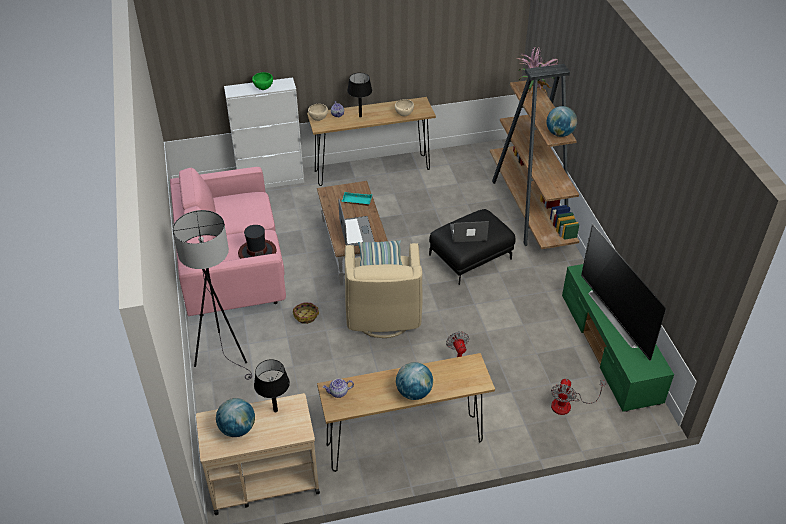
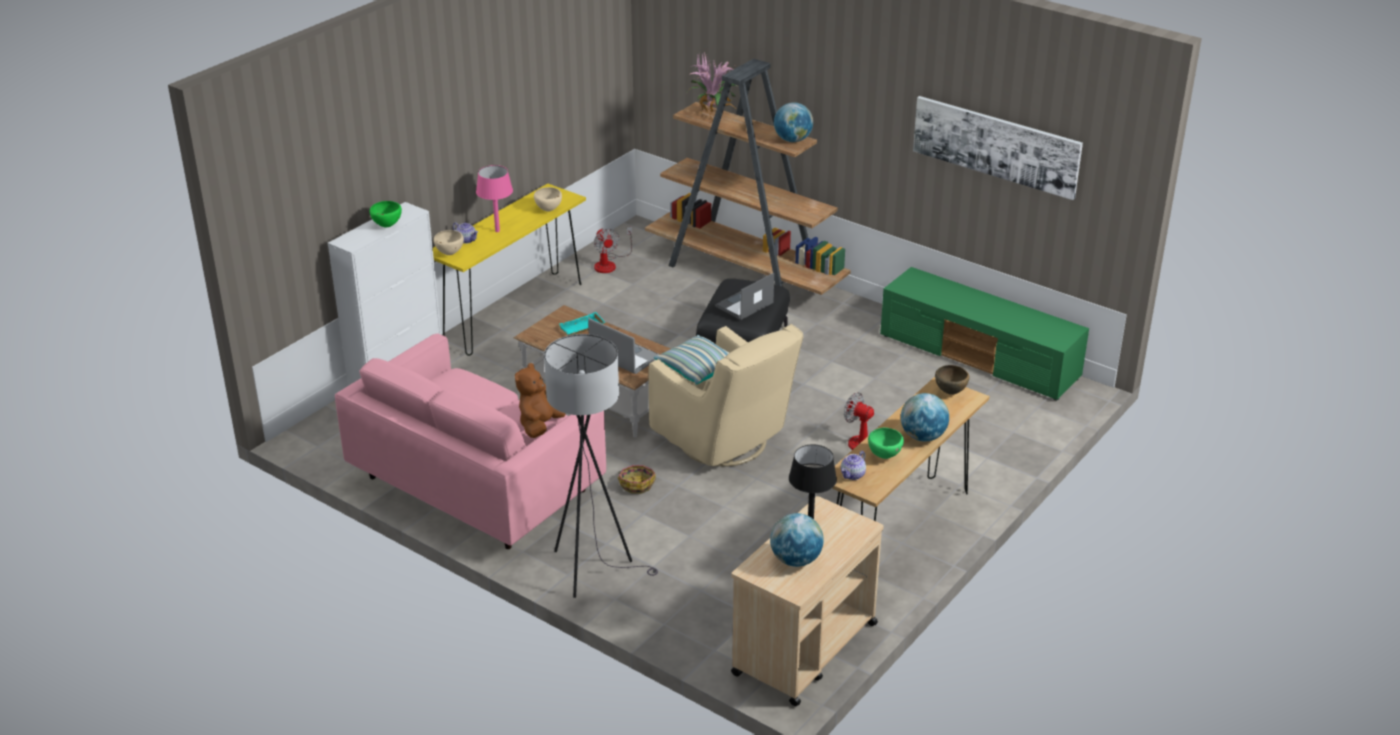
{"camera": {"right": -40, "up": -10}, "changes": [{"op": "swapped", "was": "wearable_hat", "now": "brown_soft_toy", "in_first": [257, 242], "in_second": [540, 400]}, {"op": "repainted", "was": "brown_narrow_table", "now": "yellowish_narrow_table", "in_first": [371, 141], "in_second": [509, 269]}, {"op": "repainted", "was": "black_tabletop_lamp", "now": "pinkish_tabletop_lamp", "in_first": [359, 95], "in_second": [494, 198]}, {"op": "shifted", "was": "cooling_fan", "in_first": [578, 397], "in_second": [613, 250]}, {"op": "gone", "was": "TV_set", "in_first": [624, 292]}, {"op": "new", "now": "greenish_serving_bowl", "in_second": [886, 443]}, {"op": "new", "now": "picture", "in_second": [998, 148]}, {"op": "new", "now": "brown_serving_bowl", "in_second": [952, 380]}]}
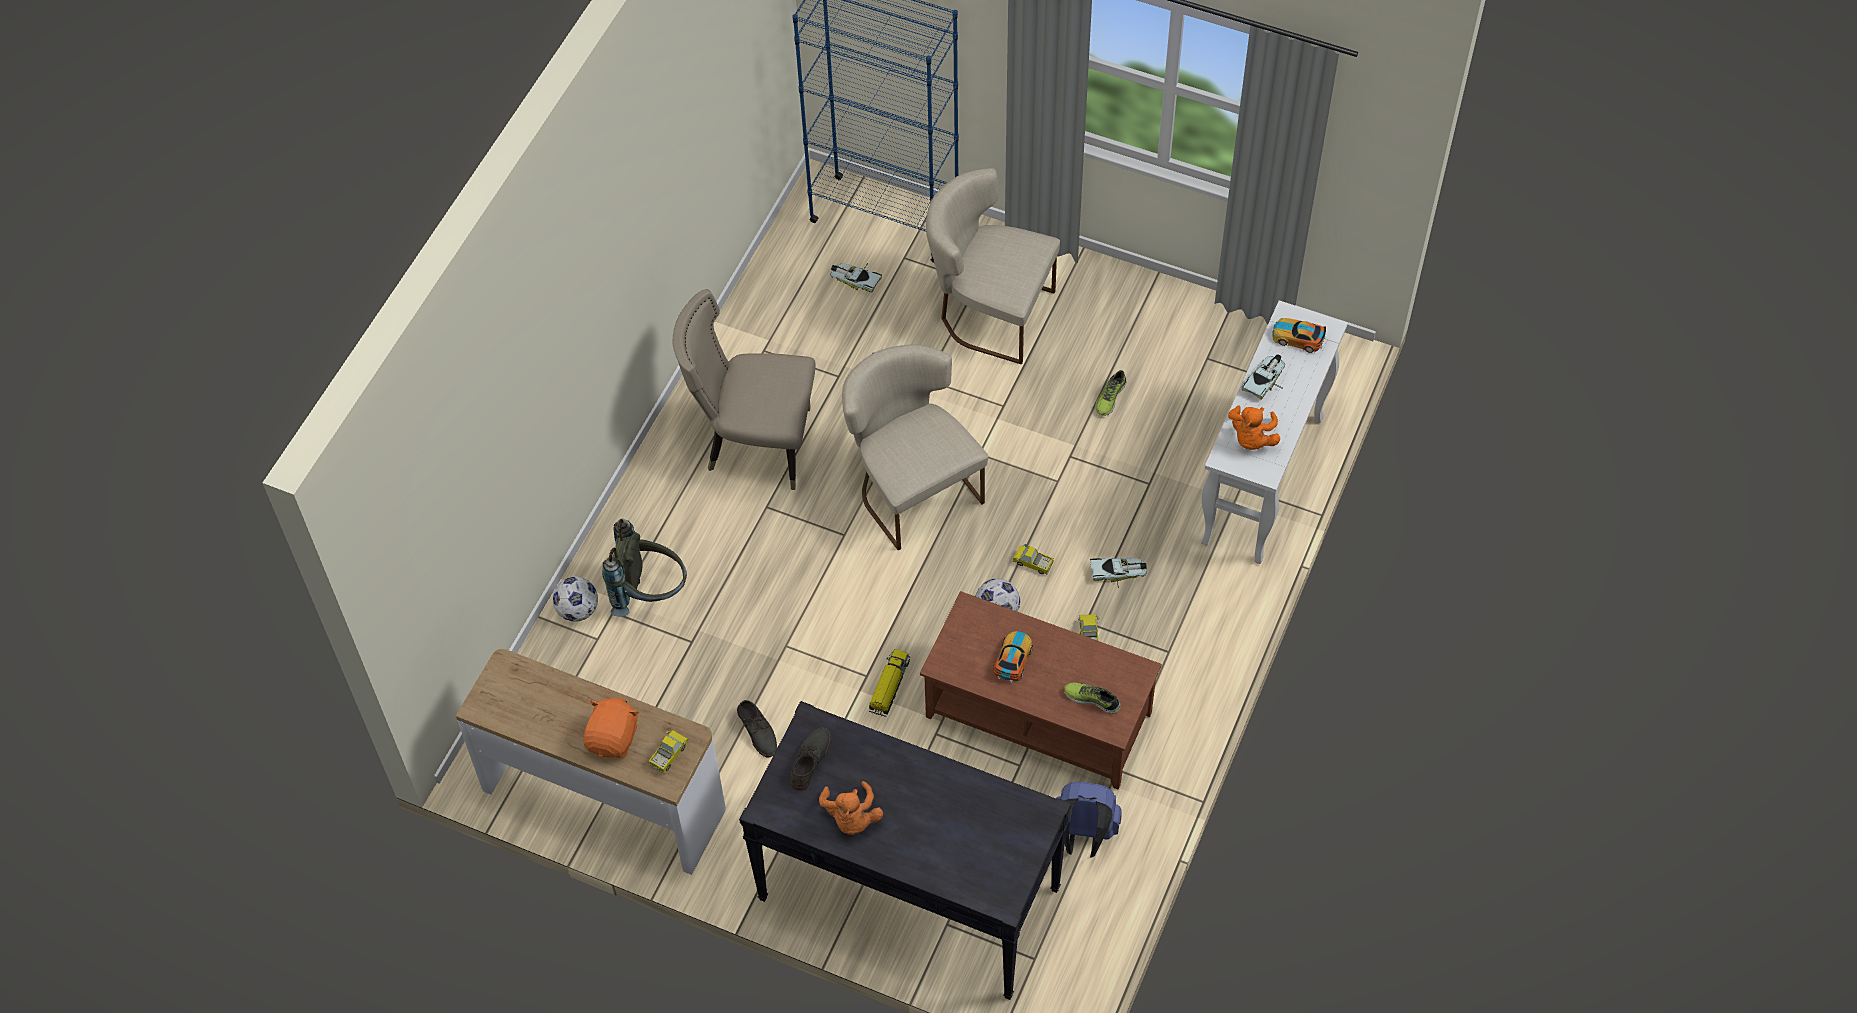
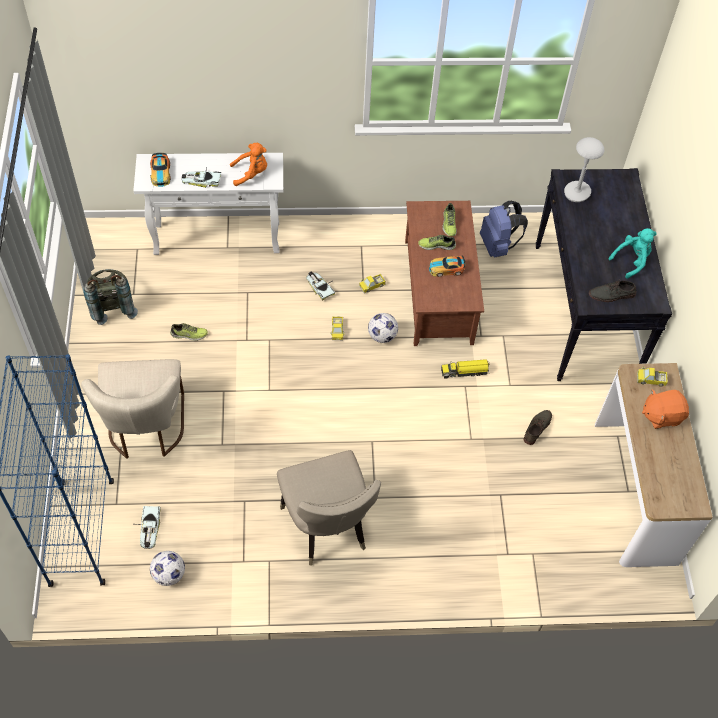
{"camera": {"right": -120, "up": 0}, "changes": [{"op": "shifted", "was": "ball_for_football", "in_first": [575, 599], "in_second": [167, 568]}, {"op": "shifted", "was": "greyish_rucksack", "in_first": [644, 567], "in_second": [110, 297]}, {"op": "repainted", "was": "orange_soft_toy", "now": "turquoise_soft_toy", "in_first": [851, 808], "in_second": [633, 253]}, {"op": "gone", "was": "sand-coloured_chair", "in_first": [915, 448]}, {"op": "new", "now": "shoe", "in_second": [437, 242]}, {"op": "new", "now": "greyish_tabletop_lamp", "in_second": [584, 169]}]}
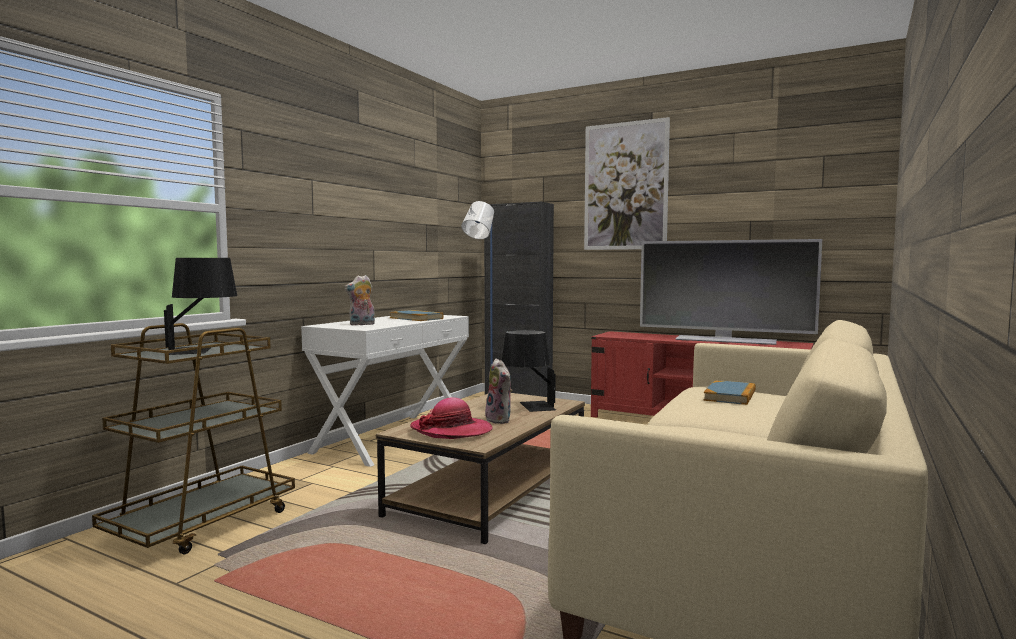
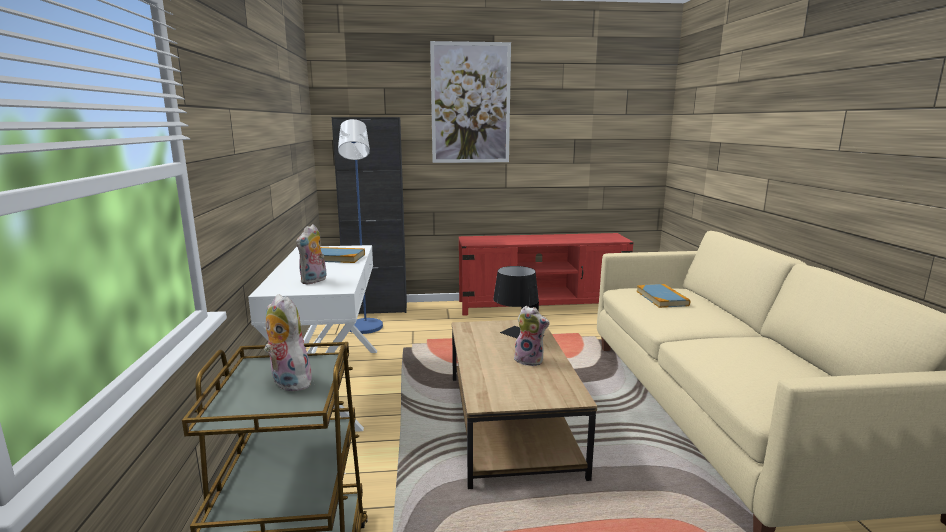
{"camera": {"right": -35, "up": 10}, "changes": [{"op": "swapped", "was": "black_tabletop_lamp", "now": "soft_toy", "in_first": [200, 306], "in_second": [288, 342]}, {"op": "gone", "was": "wearable_hat", "in_first": [451, 418]}, {"op": "gone", "was": "TV_set", "in_first": [731, 292]}]}
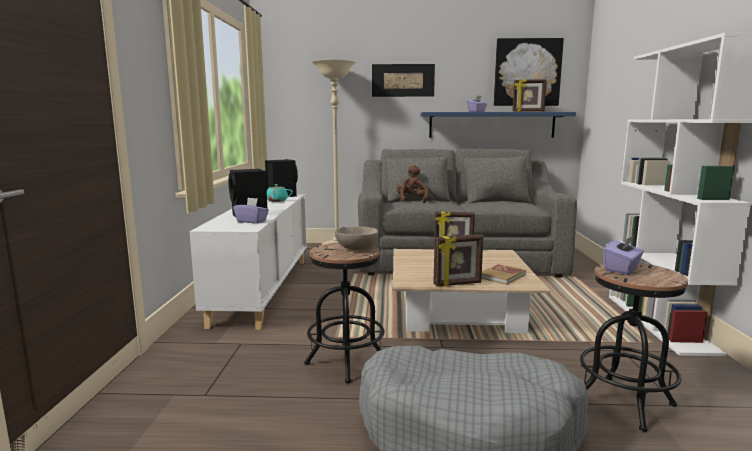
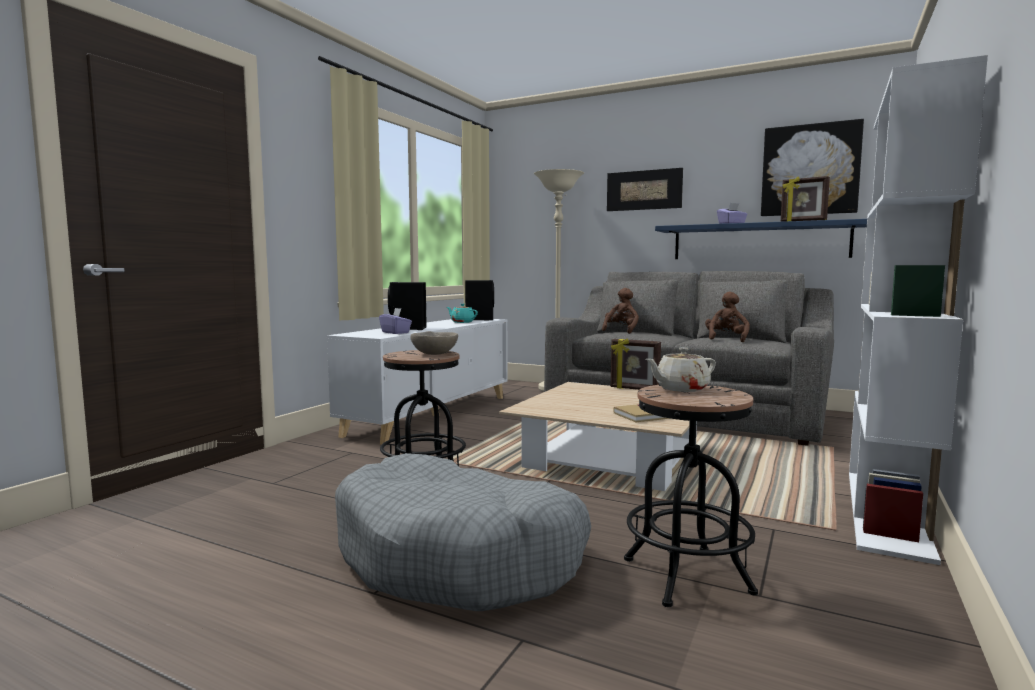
{"camera": {"right": 25, "up": -5}, "changes": [{"op": "gone", "was": "standing_frame", "in_first": [458, 260]}, {"op": "swapped", "was": "purplish_tissue_holder", "now": "sand-coloured_pot_for_tea", "in_first": [623, 255], "in_second": [681, 369]}, {"op": "new", "now": "brown_soft_toy", "in_second": [727, 317]}]}
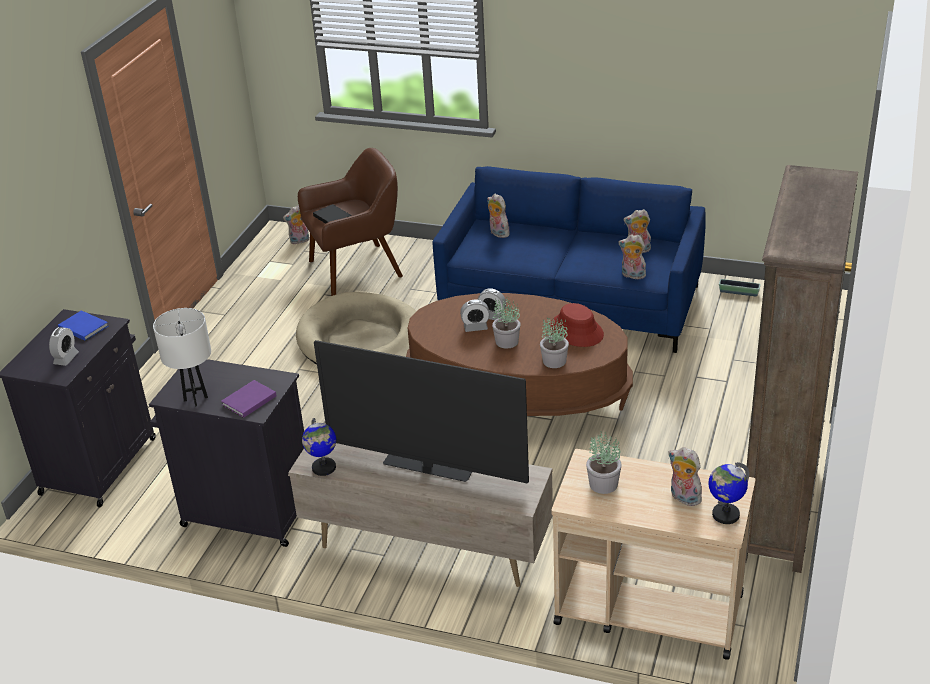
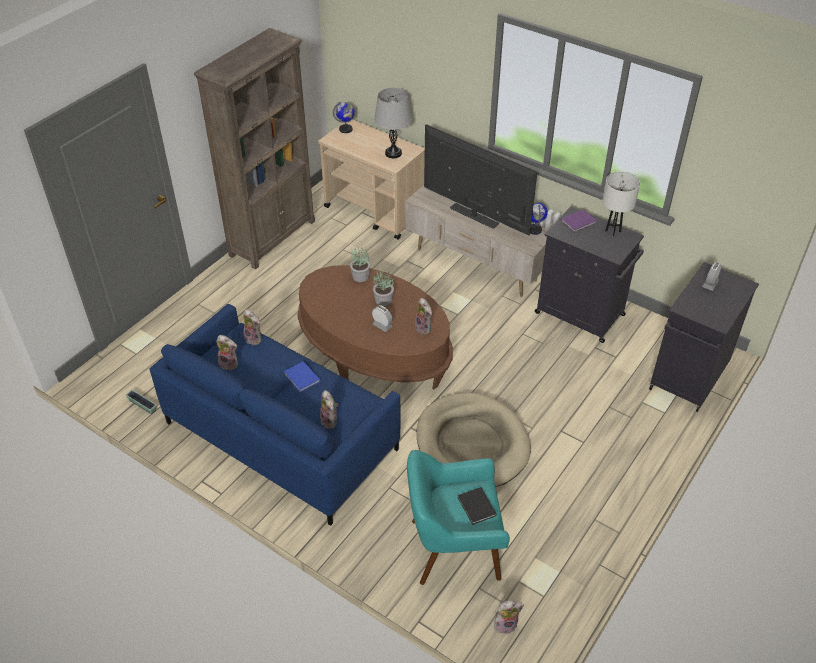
{"camera": {"right": -165, "up": 10}, "changes": [{"op": "shifted", "was": "blue-coloured_book", "in_first": [83, 325], "in_second": [302, 376]}, {"op": "repainted", "was": "brown_easy_chair", "now": "turquoise_easy_chair", "in_first": [350, 222], "in_second": [458, 517]}, {"op": "gone", "was": "alarm_clock", "in_first": [475, 316]}, {"op": "gone", "was": "red_wearable_hat", "in_first": [577, 325]}, {"op": "swapped", "was": "plant_in_a_pot", "now": "greyish_tabletop_lamp", "in_first": [603, 462], "in_second": [393, 123]}, {"op": "shifted", "was": "soft_toy", "in_first": [687, 476], "in_second": [423, 316]}]}
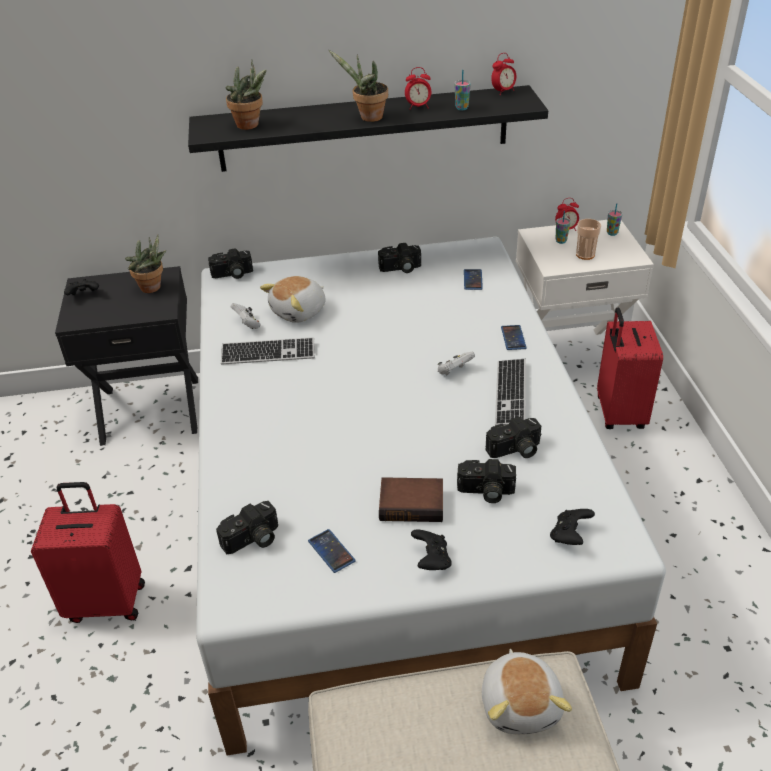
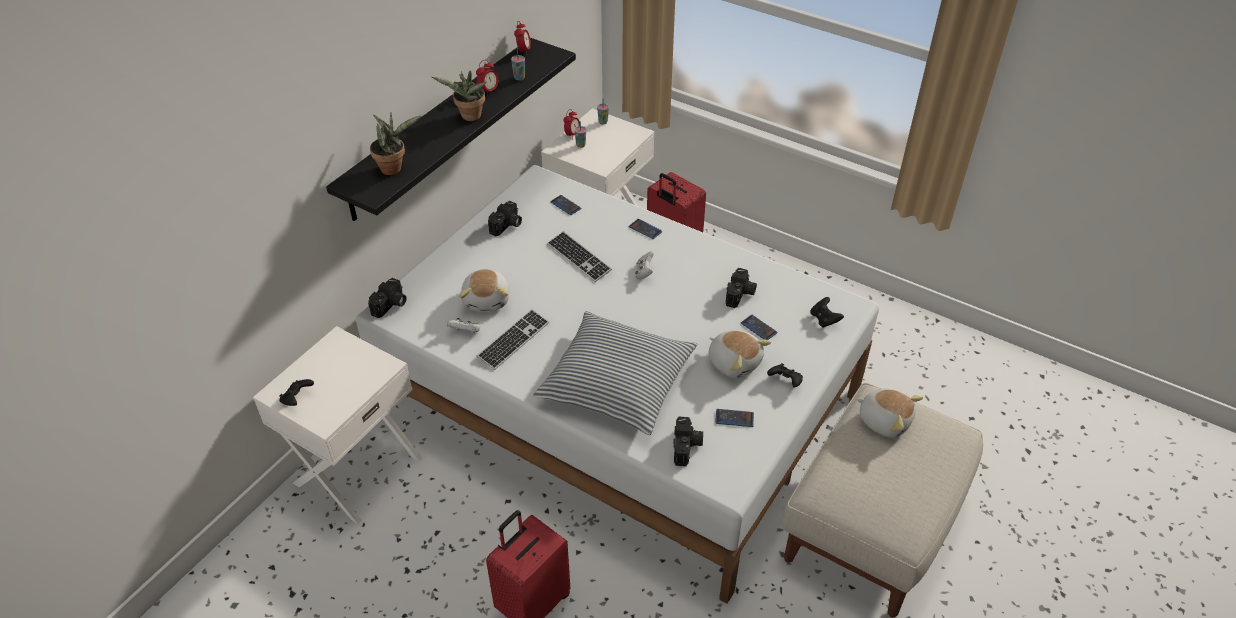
{"camera": {"right": -50, "up": 5}, "changes": [{"op": "repainted", "was": "black_bedside_table", "now": "whitish_bedside_table", "in_first": [126, 356], "in_second": [337, 425]}, {"op": "gone", "was": "plant_in_a_pot", "in_first": [146, 264]}, {"op": "swapped", "was": "book", "now": "soft_toy", "in_first": [411, 499], "in_second": [739, 354]}, {"op": "swapped", "was": "photo_camera", "now": "telephone", "in_first": [486, 481], "in_second": [759, 327]}, {"op": "shifted", "was": "PC_keyboard", "in_first": [510, 392], "in_second": [579, 256]}, {"op": "gone", "was": "small_cup", "in_first": [588, 239]}, {"op": "new", "now": "cushion", "in_second": [615, 373]}]}
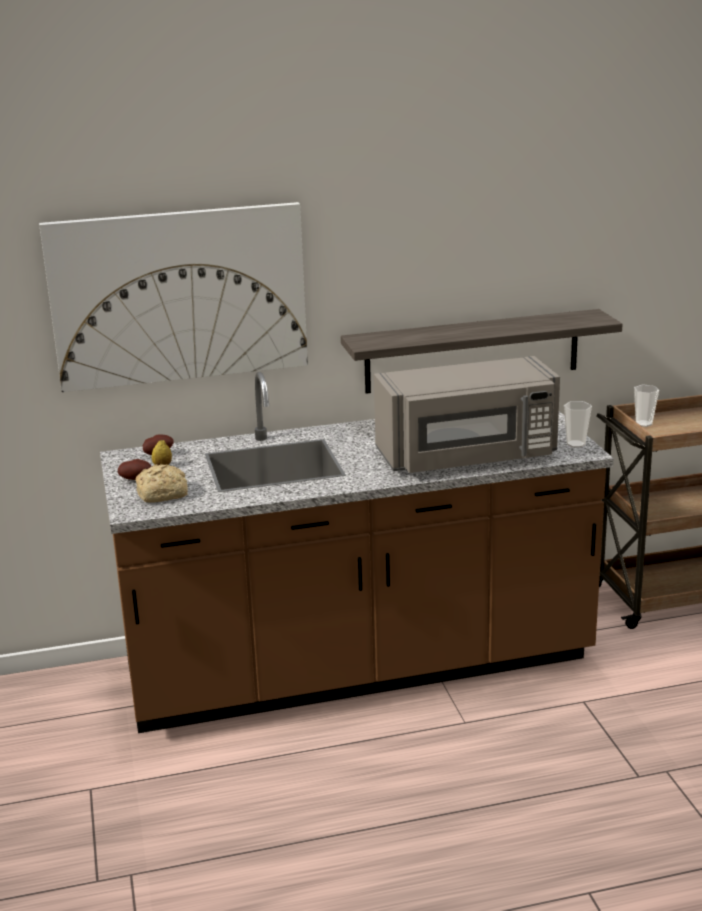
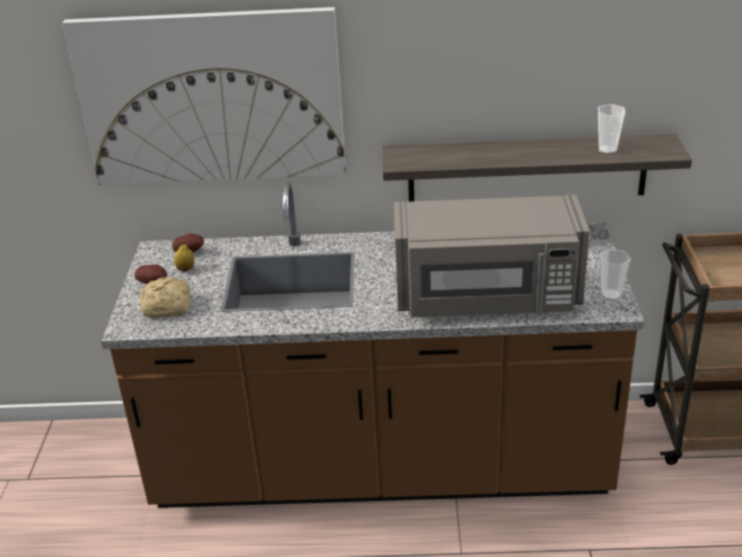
{"camera": {"right": 15, "up": 10}, "changes": [{"op": "shifted", "was": "small_cup", "in_first": [646, 406], "in_second": [611, 129]}]}
